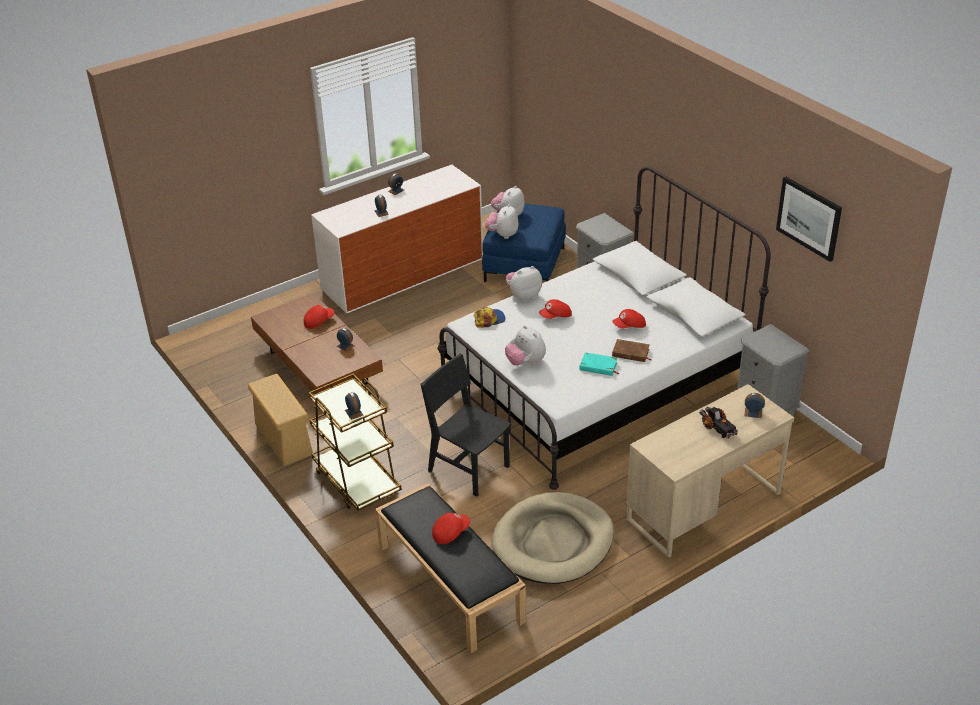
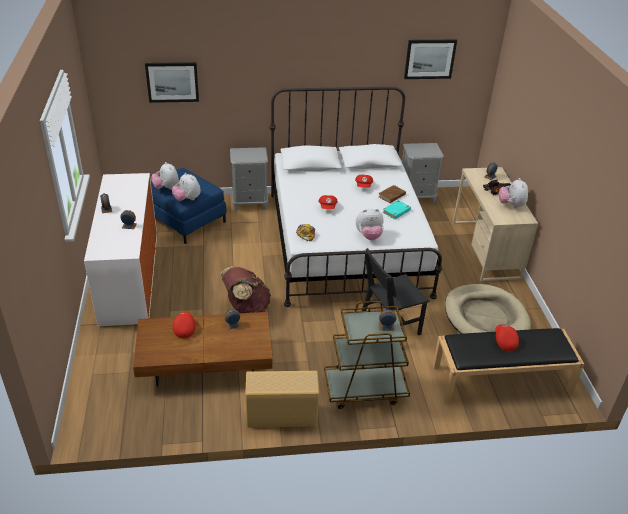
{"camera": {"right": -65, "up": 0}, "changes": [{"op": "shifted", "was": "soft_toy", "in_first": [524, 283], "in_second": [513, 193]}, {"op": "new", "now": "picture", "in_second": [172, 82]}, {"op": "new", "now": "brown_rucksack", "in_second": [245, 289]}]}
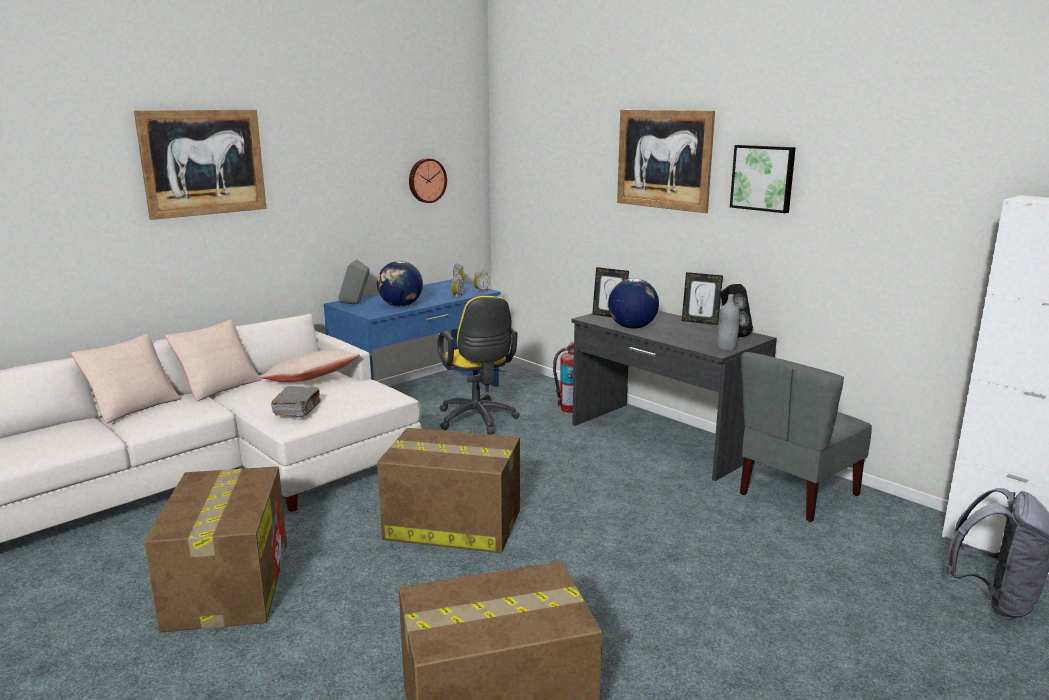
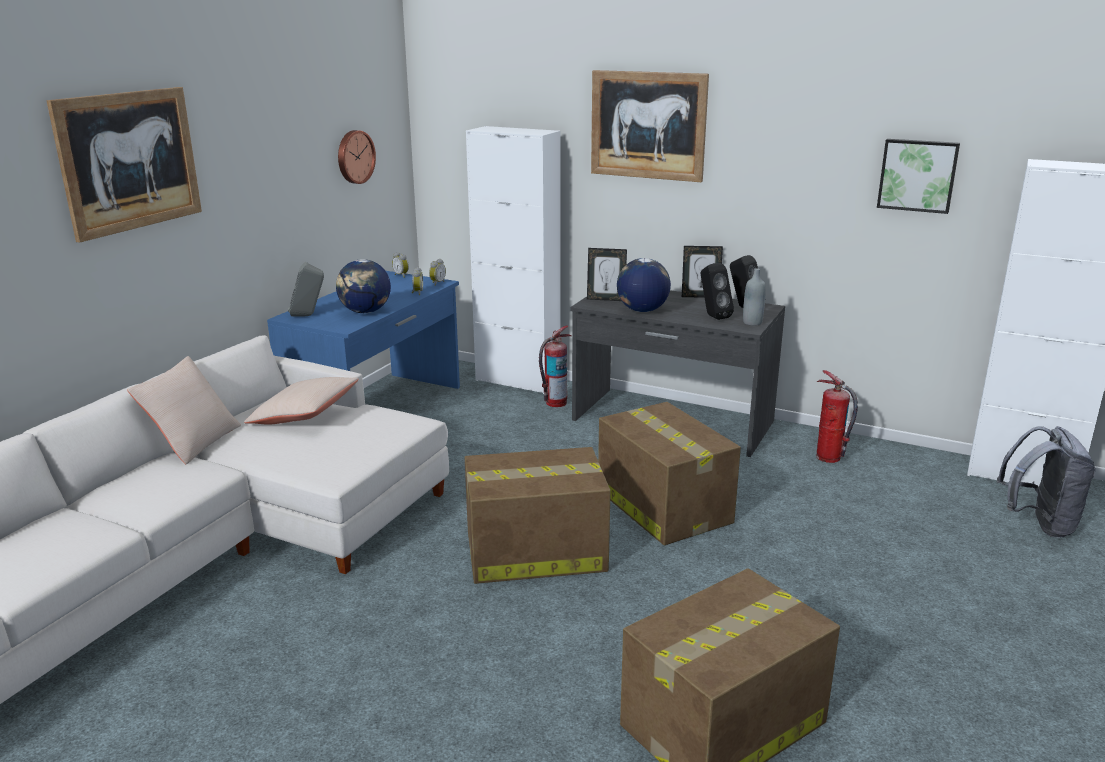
{"camera": {"right": -20, "up": 5}, "changes": [{"op": "gone", "was": "sand-coloured_cushion", "in_first": [126, 378]}, {"op": "shifted", "was": "packing_box", "in_first": [215, 549], "in_second": [669, 473]}, {"op": "gone", "was": "greyish_book", "in_first": [296, 401]}, {"op": "gone", "was": "yellowish_computer_chair", "in_first": [478, 365]}, {"op": "shifted", "was": "picture", "in_first": [763, 179], "in_second": [918, 176]}, {"op": "swapped", "was": "greyish_chair", "now": "fire-fighting_cylinder", "in_first": [806, 437], "in_second": [837, 416]}, {"op": "new", "now": "whitish_cupboard", "in_second": [513, 260]}, {"op": "new", "now": "black_speaker", "in_second": [717, 291]}]}
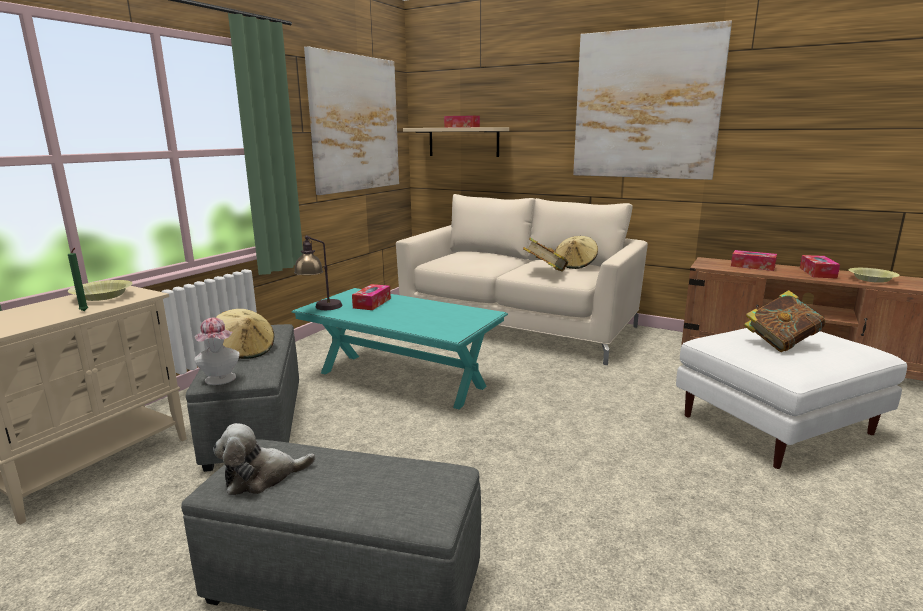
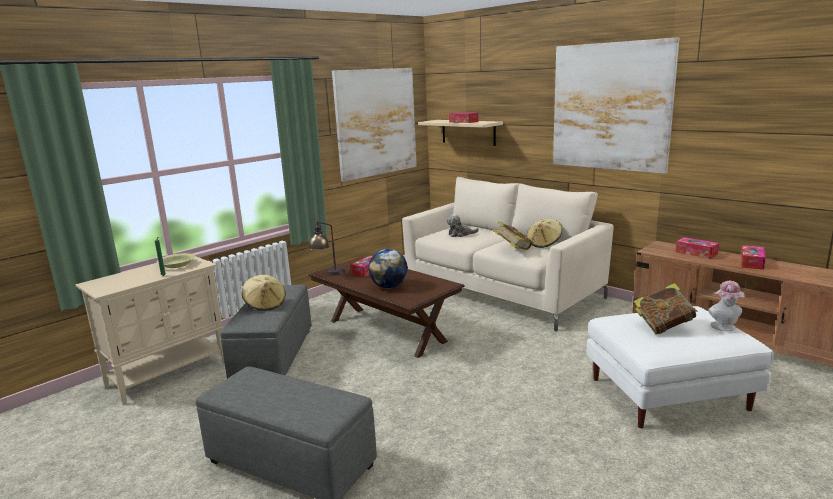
{"camera": {"right": 15, "up": 0}, "changes": [{"op": "shifted", "was": "wearable_hat", "in_first": [217, 351], "in_second": [726, 306]}, {"op": "shifted", "was": "soft_toy", "in_first": [264, 459], "in_second": [463, 225]}, {"op": "repainted", "was": "turquoise_low_table", "now": "brown_low_table", "in_first": [399, 348], "in_second": [386, 307]}, {"op": "gone", "was": "yellowish_serving_bowl", "in_first": [874, 275]}, {"op": "new", "now": "globe", "in_second": [388, 268]}]}
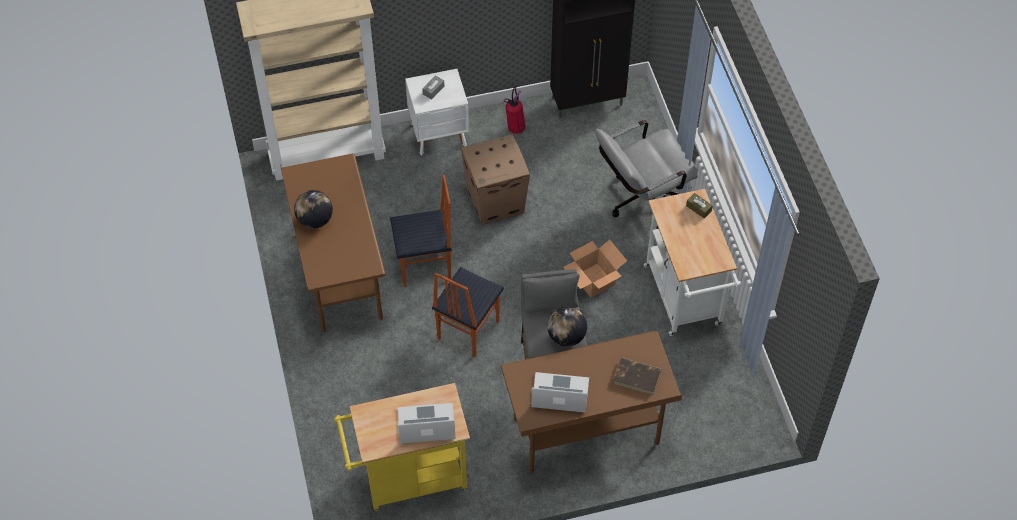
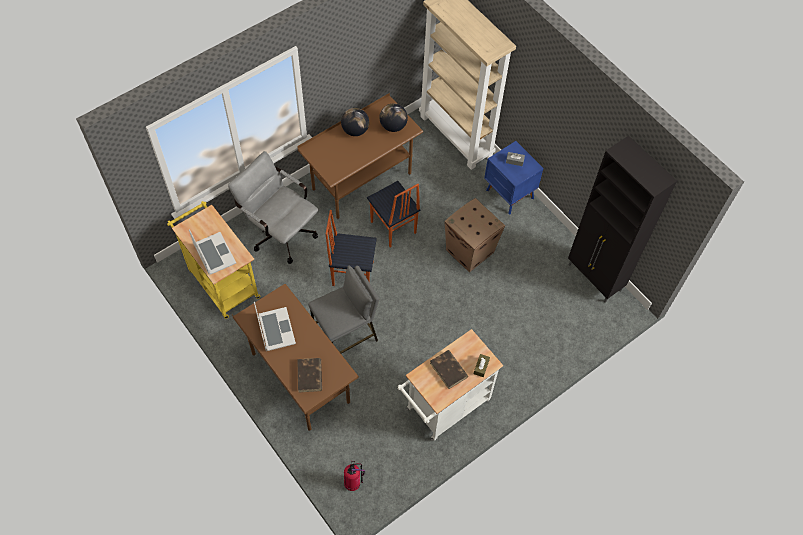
{"camera": {"right": 65, "up": 5}, "changes": [{"op": "repainted", "was": "whitish_bedside_table", "now": "blue-coloured_bedside_table", "in_first": [437, 112], "in_second": [514, 178]}, {"op": "shifted", "was": "fire-fighting_cylinder", "in_first": [515, 110], "in_second": [354, 476]}, {"op": "shifted", "was": "globe", "in_first": [567, 327], "in_second": [393, 117]}, {"op": "gone", "was": "packing_box", "in_first": [595, 269]}, {"op": "shifted", "was": "greyish_computer_chair", "in_first": [646, 174], "in_second": [273, 207]}, {"op": "new", "now": "brown_book", "in_second": [449, 369]}]}
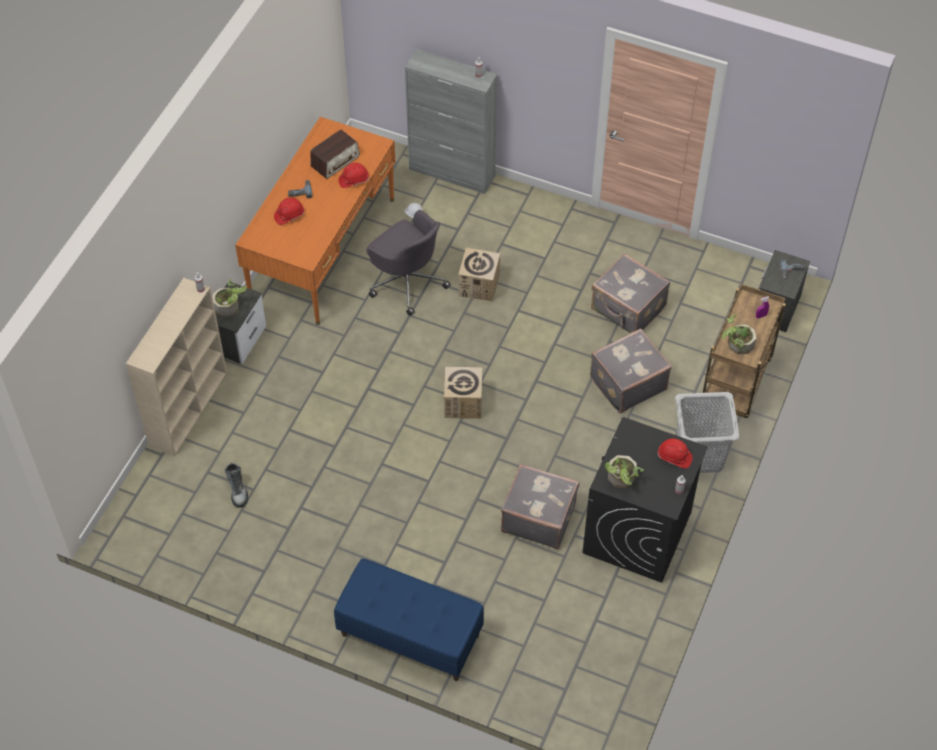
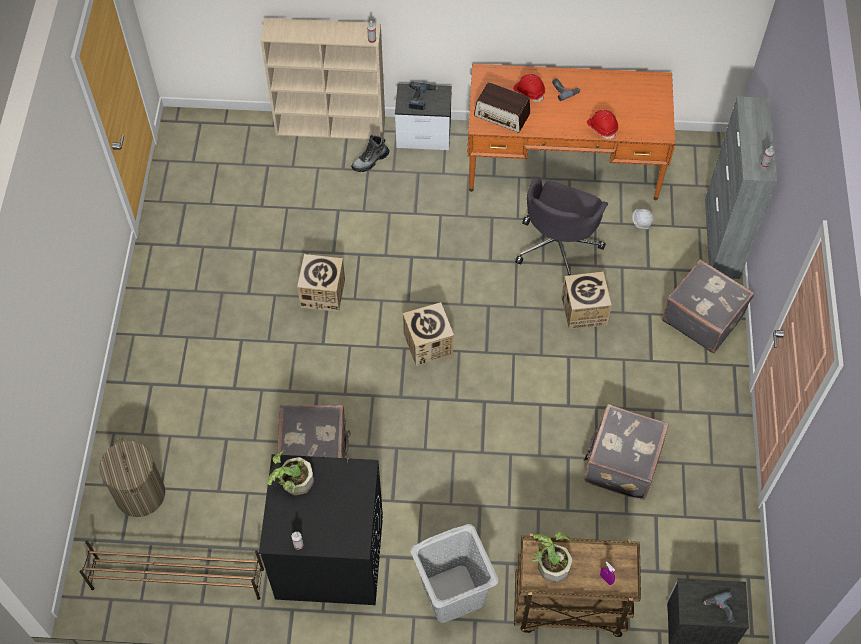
{"camera": {"right": 70, "up": 5}, "changes": [{"op": "swapped", "was": "plant_in_a_pot", "now": "drill", "in_first": [229, 298], "in_second": [424, 96]}, {"op": "shifted", "was": "high-top_boot", "in_first": [236, 485], "in_second": [370, 153]}, {"op": "shifted", "was": "radio_receiver", "in_first": [335, 154], "in_second": [502, 107]}, {"op": "gone", "was": "blue-coloured_long_seat", "in_first": [409, 619]}, {"op": "shifted", "was": "greyish_travel_case", "in_first": [631, 370], "in_second": [708, 306]}, {"op": "gone", "was": "red_work_helmet", "in_first": [675, 453]}, {"op": "new", "now": "brown_shoe_rack", "in_second": [171, 570]}, {"op": "new", "now": "hamper", "in_second": [132, 477]}, {"op": "new", "now": "packing_box", "in_second": [321, 283]}]}
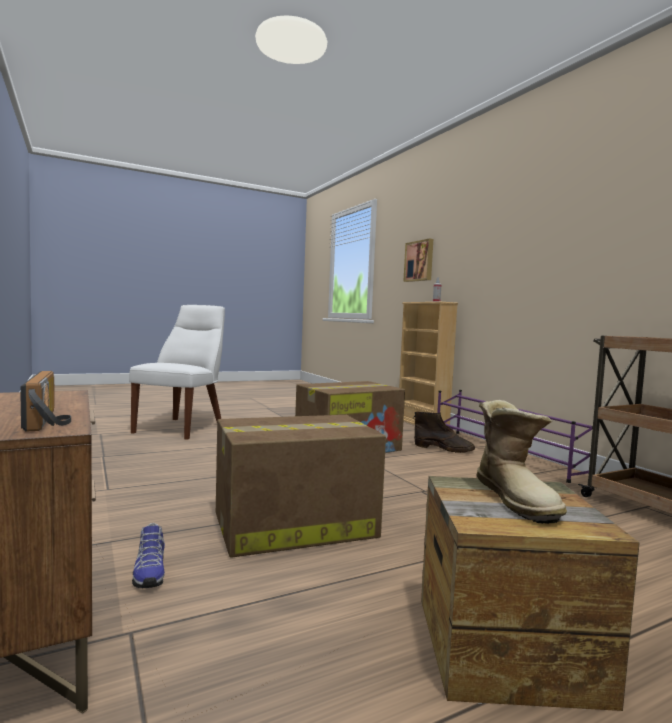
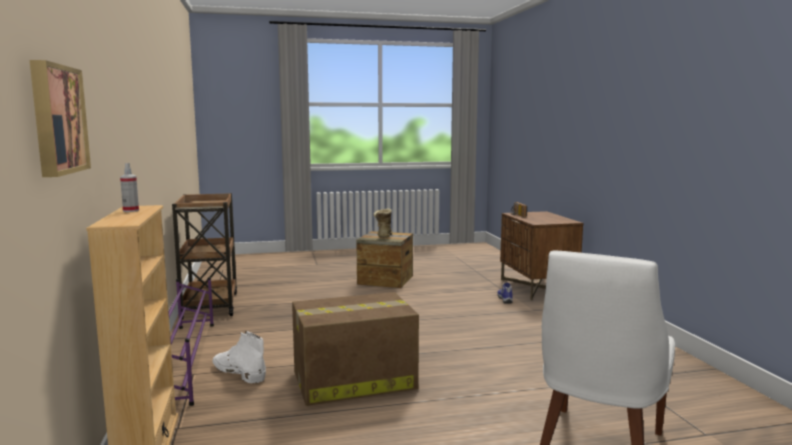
{"camera": {"right": -165, "up": 5}, "changes": [{"op": "gone", "was": "packing_box", "in_first": [301, 486]}, {"op": "repainted", "was": "brown_high-top_boot", "now": "whitish_high-top_boot", "in_first": [444, 432], "in_second": [239, 357]}]}
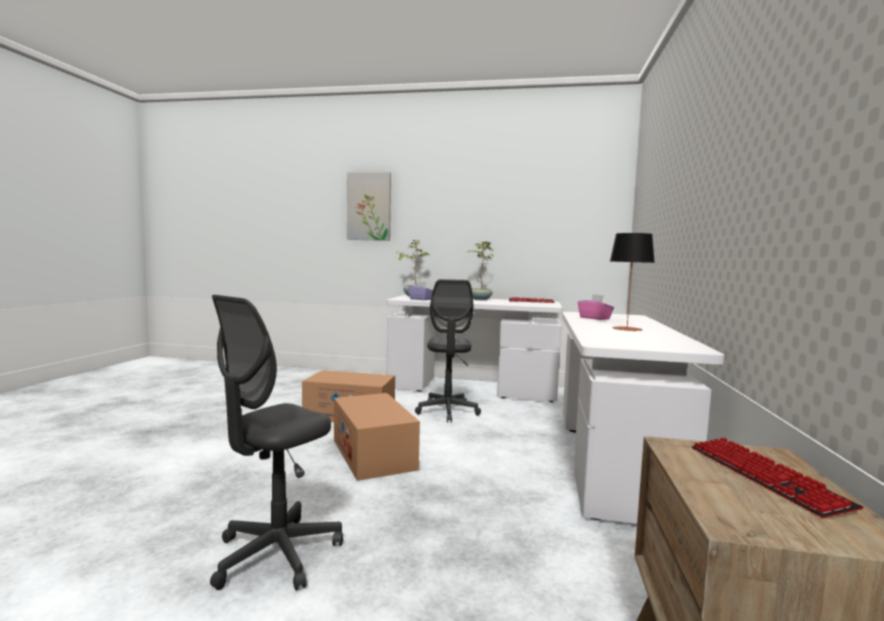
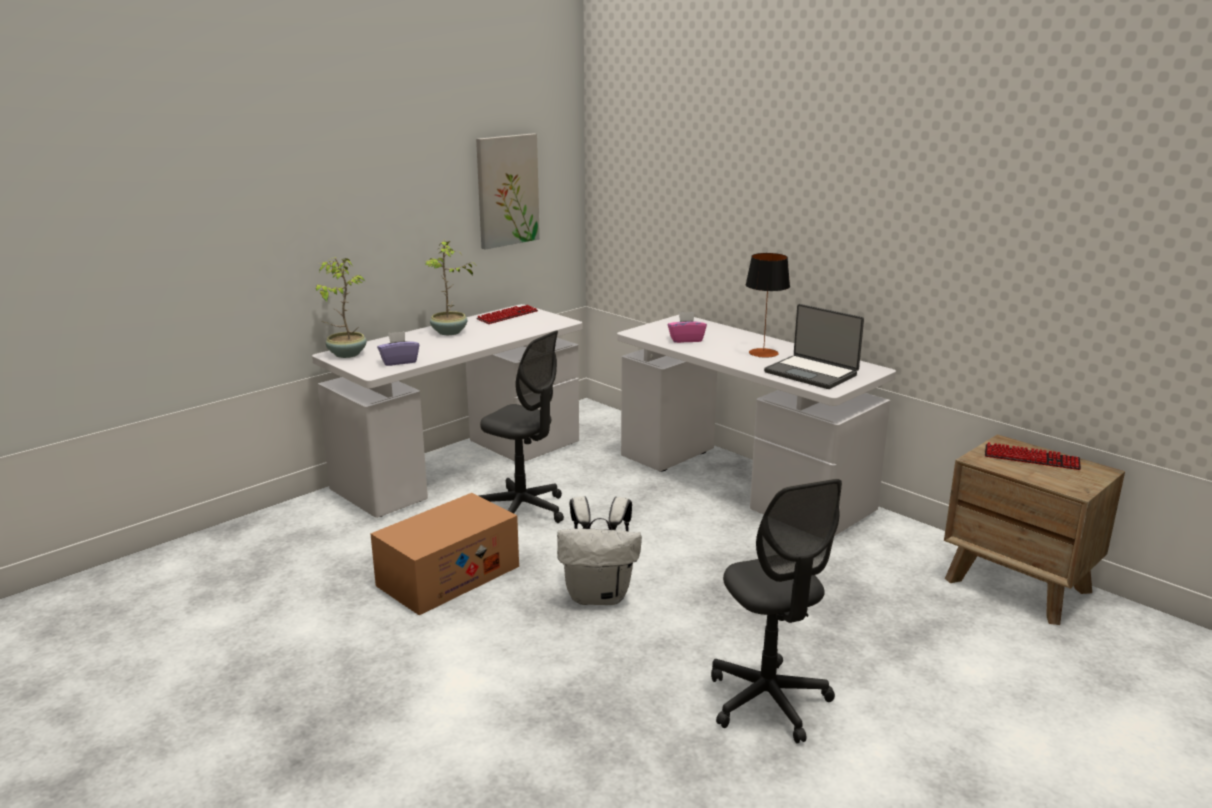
{"camera": {"right": -55, "up": 15}, "changes": [{"op": "swapped", "was": "packing_box", "now": "whitish_rucksack", "in_first": [377, 437], "in_second": [599, 550]}, {"op": "shifted", "was": "picture", "in_first": [369, 206], "in_second": [508, 192]}, {"op": "new", "now": "laptop", "in_second": [814, 346]}]}
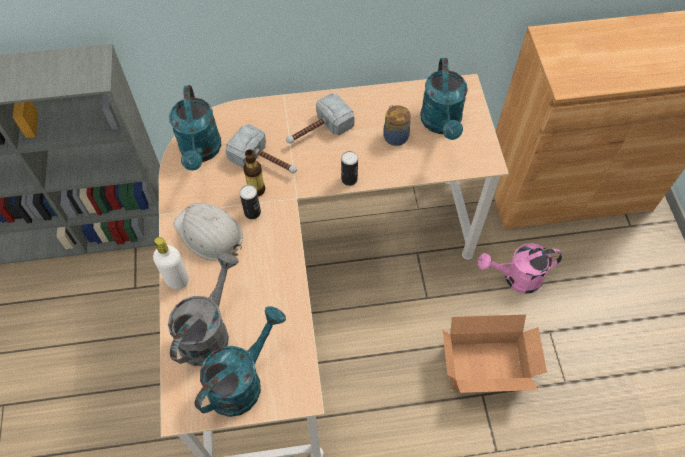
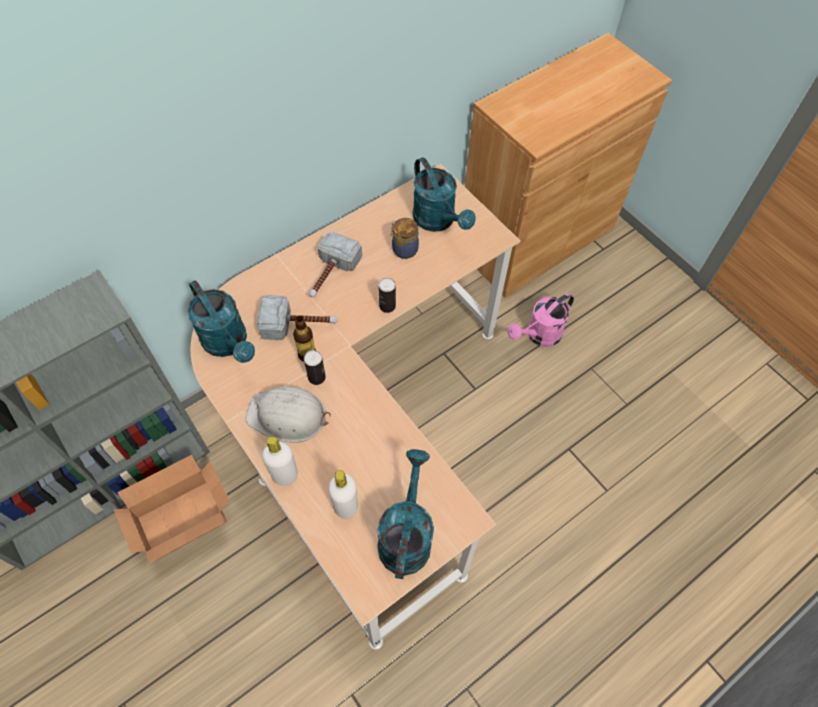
{"camera": {"right": -30, "up": 0}, "changes": [{"op": "swapped", "was": "greyish_sprinkling_can", "now": "whitish_bottle", "in_first": [203, 309], "in_second": [343, 494]}, {"op": "shifted", "was": "packing_box", "in_first": [494, 353], "in_second": [171, 509]}]}
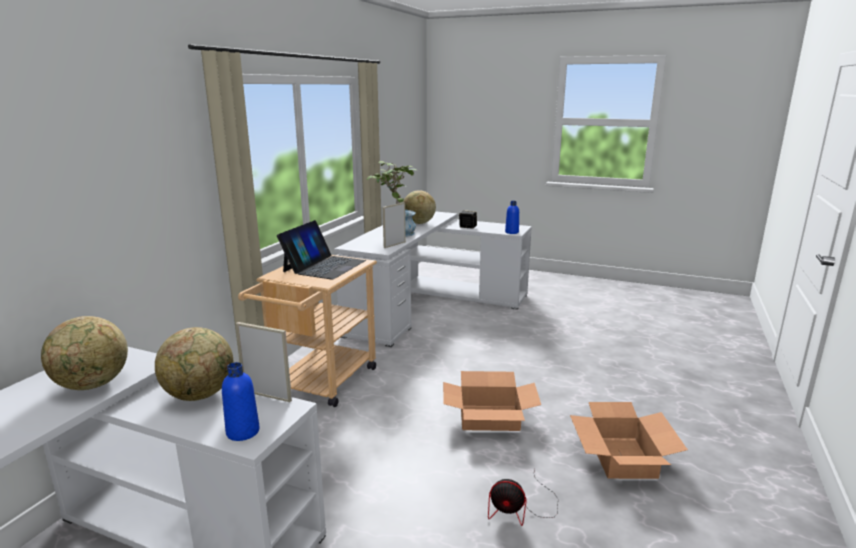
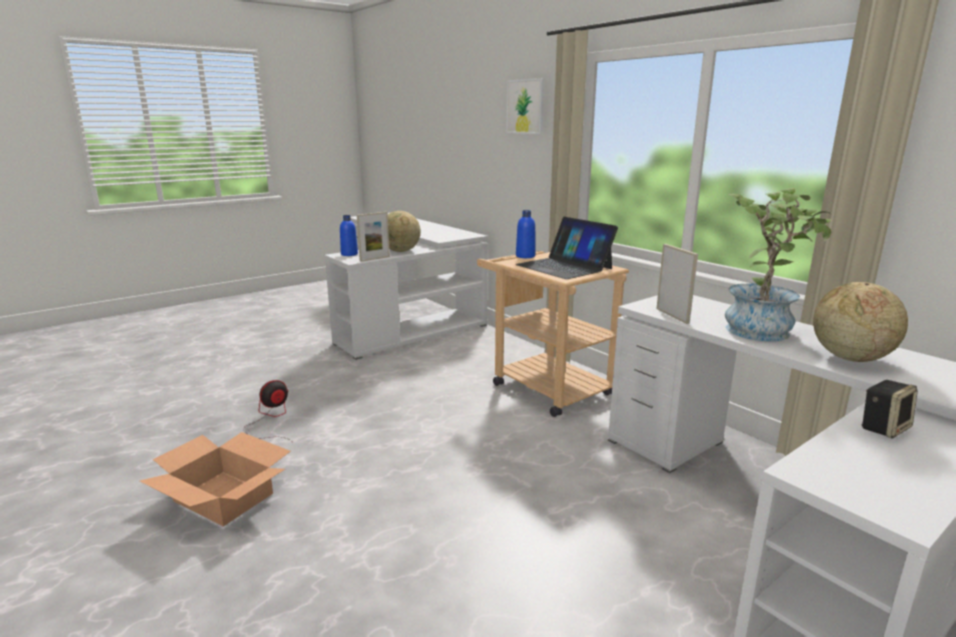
{"camera": {"right": 120, "up": 0}, "changes": [{"op": "gone", "was": "globe", "in_first": [84, 353]}, {"op": "gone", "was": "packing_box", "in_first": [492, 401]}, {"op": "shifted", "was": "blue-coloured_bottle", "in_first": [512, 217], "in_second": [525, 234]}, {"op": "new", "now": "picture", "in_second": [525, 106]}]}
